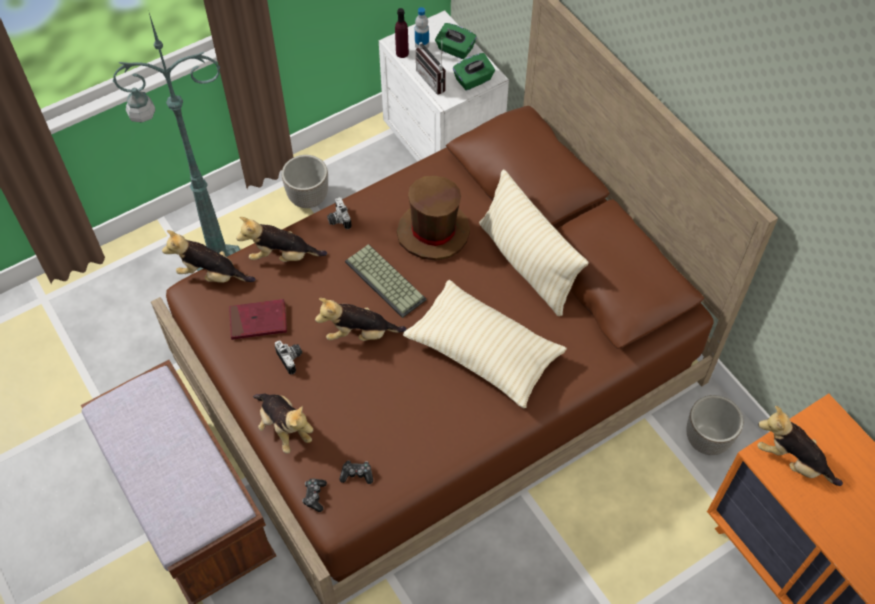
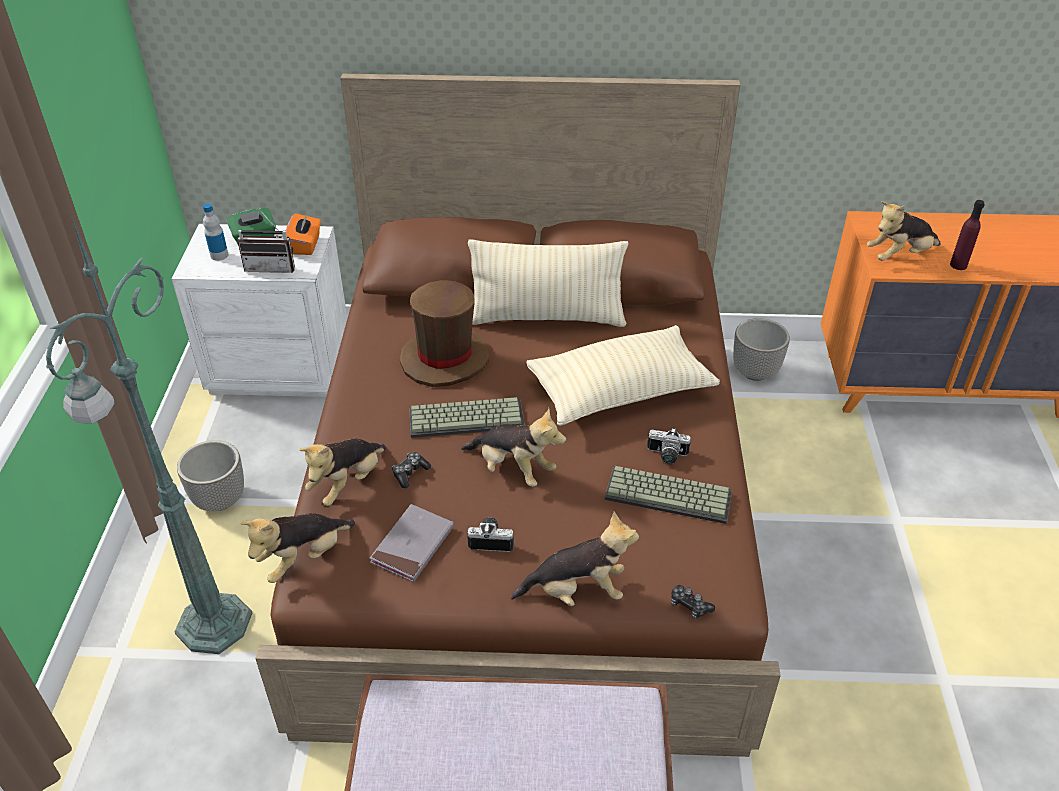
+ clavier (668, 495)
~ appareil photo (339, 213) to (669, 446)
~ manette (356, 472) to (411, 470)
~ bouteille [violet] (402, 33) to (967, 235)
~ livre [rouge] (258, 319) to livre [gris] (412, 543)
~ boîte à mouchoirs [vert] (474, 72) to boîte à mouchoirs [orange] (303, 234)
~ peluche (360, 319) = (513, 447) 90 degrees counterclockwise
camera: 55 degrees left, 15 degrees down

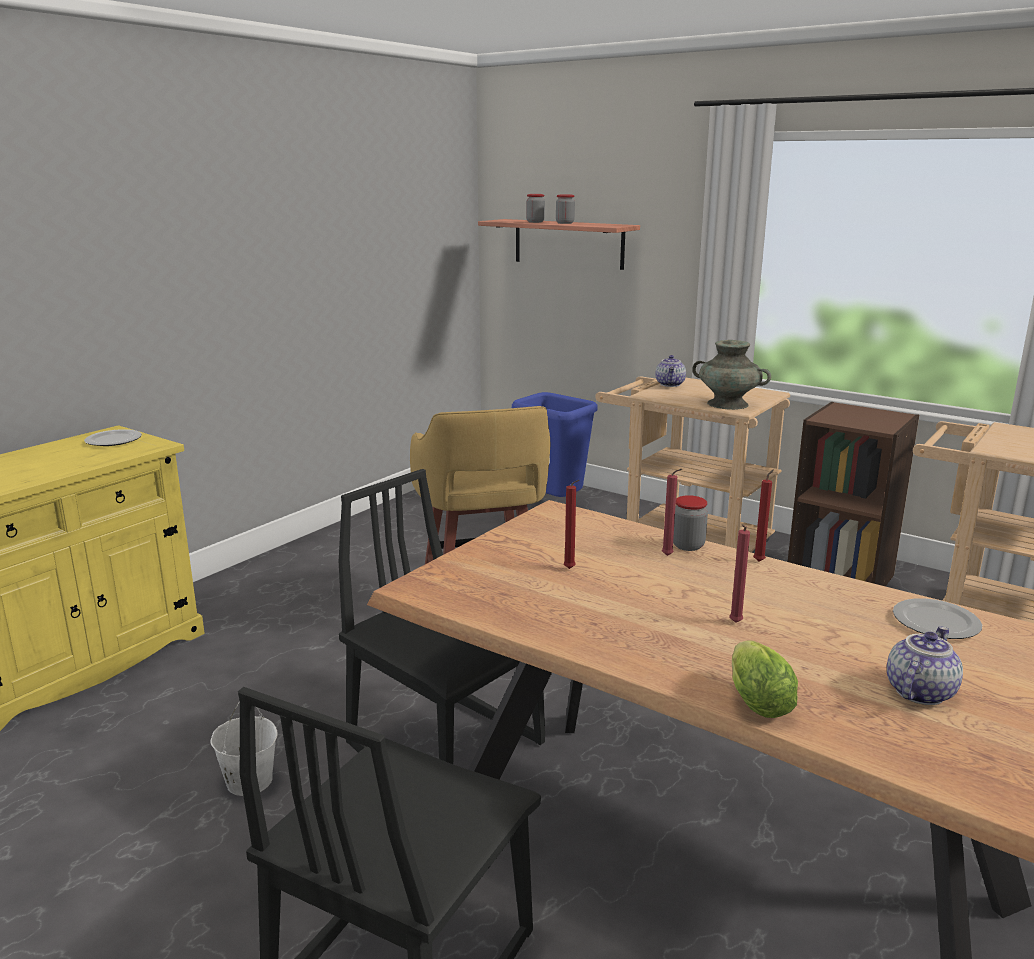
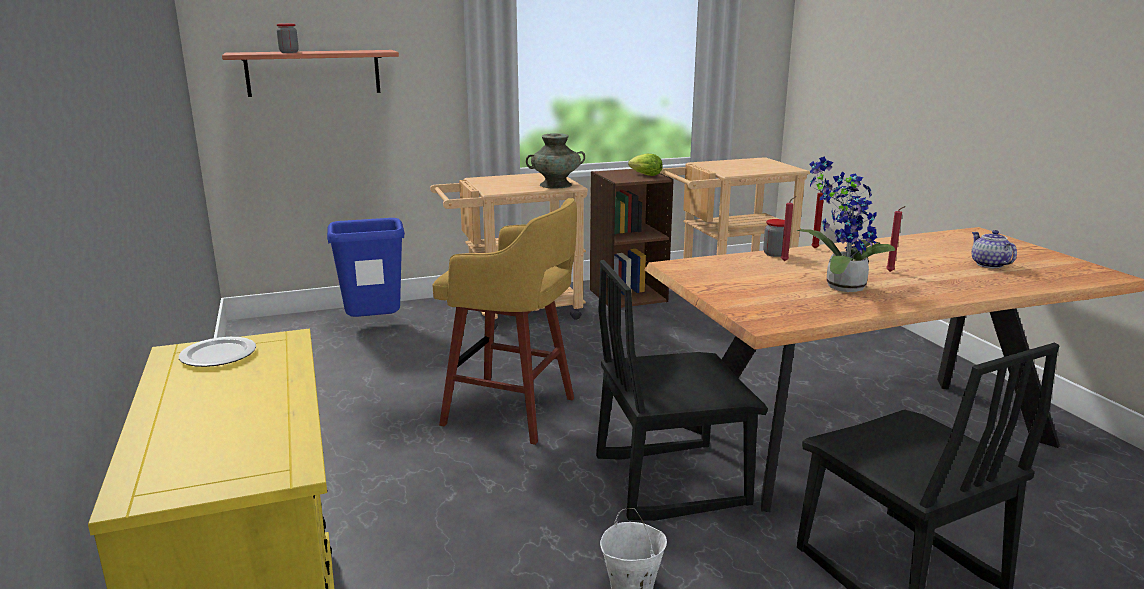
- bocal (565, 209)
- bougie [rouge] (571, 524)
- théière (670, 371)
- assiette (937, 618)
+ plante en pot (846, 224)
~ laitue (765, 679) to (645, 165)
camera: 55 degrees left, 0 degrees up

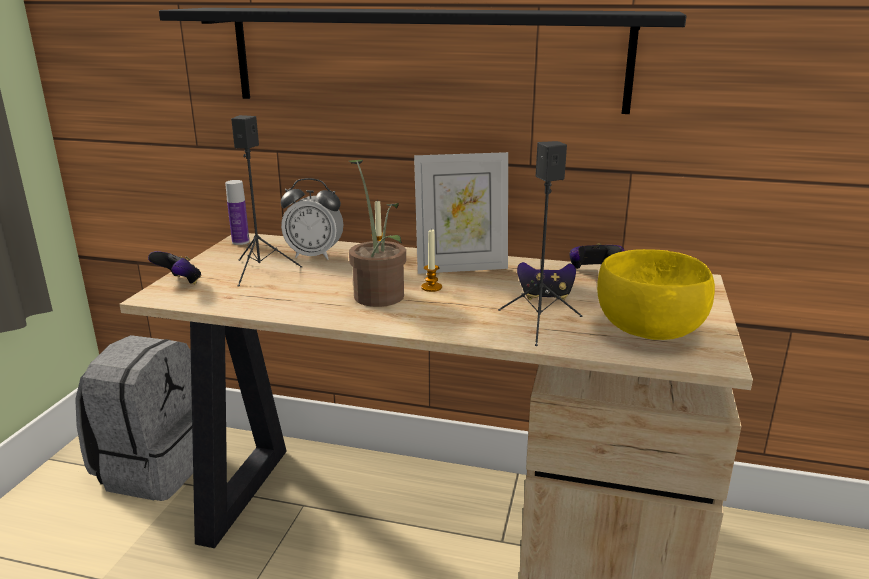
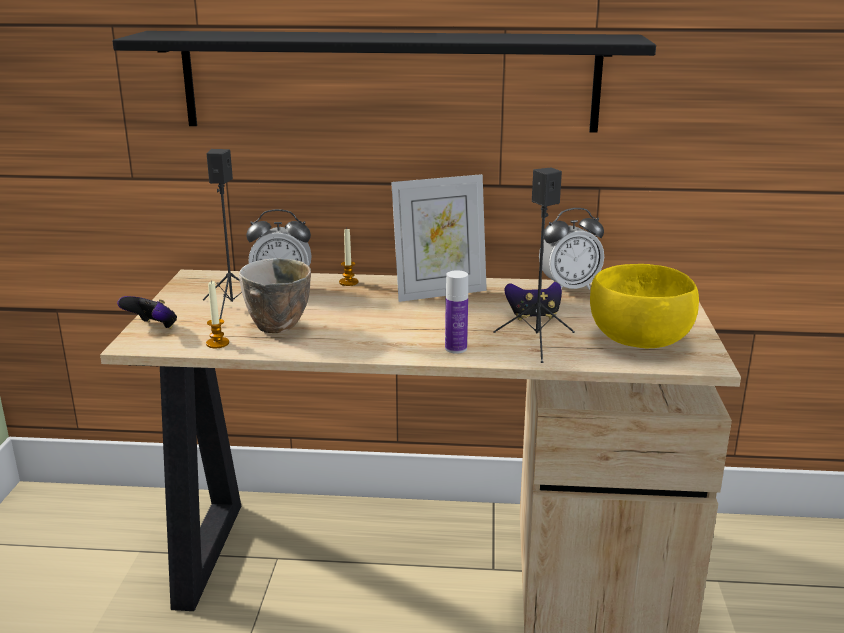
- sac à dos [gris] (134, 418)
- plante en pot (377, 233)
+ bol (275, 295)
~ bouteille (237, 212) to (456, 312)
~ bougie (431, 260) to (217, 314)
~ manette (597, 256) to réveil (571, 249)
camera: 10 degrees left, 0 degrees up

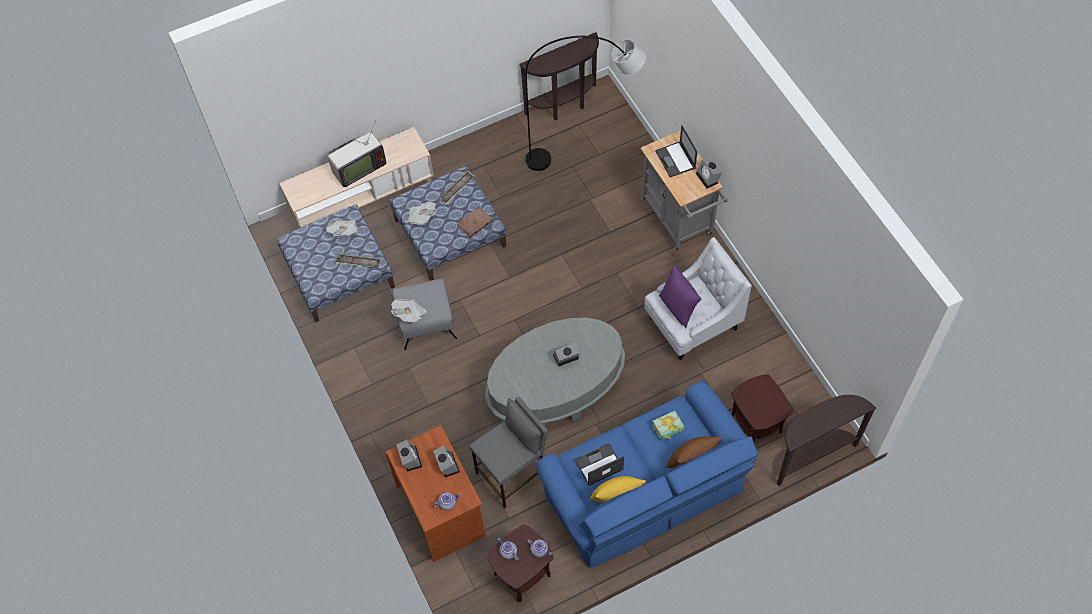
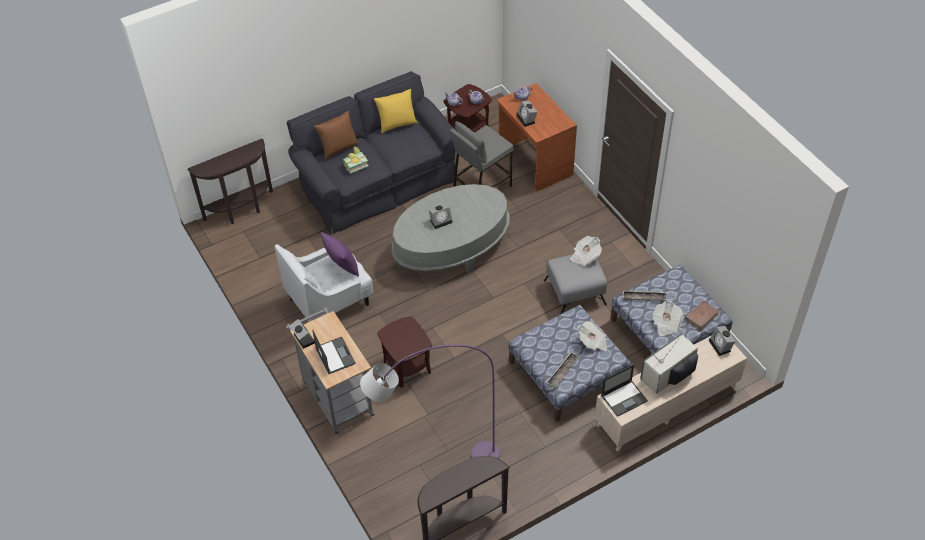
~ réveil (409, 456) to (722, 341)
~ livre [marron] (475, 222) to (702, 315)
~ ordinateur portable (599, 464) to (624, 390)
~ table d'appoint [marron] (762, 408) to (404, 352)
~ lampadaire [gris] (585, 103) to lampadaire [violet] (429, 401)
~ canapé [bleu] (647, 474) to canapé [noir] (372, 152)
camera: 175 degrees right, 10 degrees down

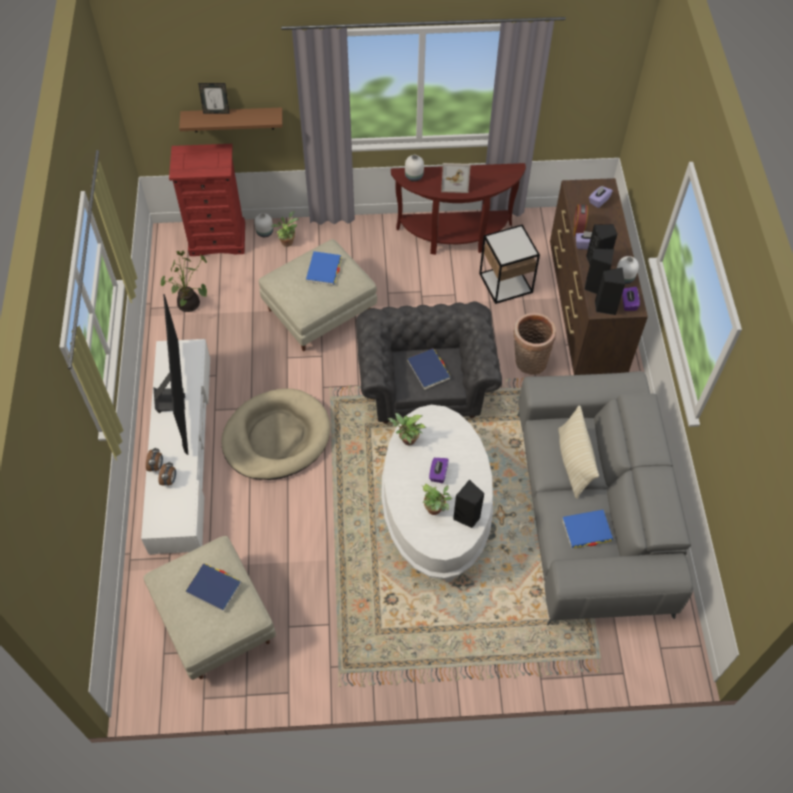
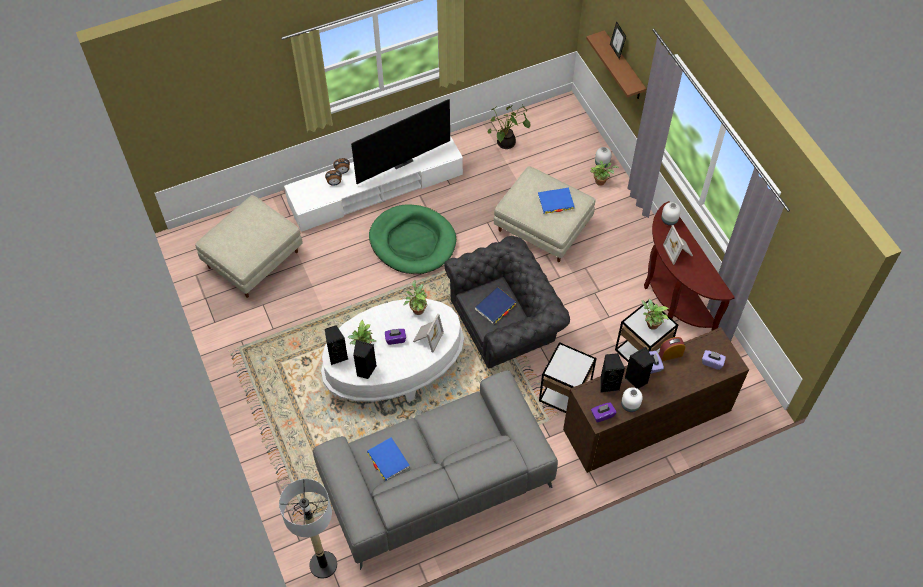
- commode [rouge] (207, 200)
- livre [bleu] (213, 588)
- coussin [beige] (578, 452)
+ lampadaire (308, 529)
+ cadre photo (428, 333)
+ plante en pot (655, 314)
~ enceinte [noir] (610, 291) to (336, 345)
~ panier (535, 344) to table d'appoint (568, 377)
~ panier pour chien [beige] (276, 434) to panier pour chien [vert] (412, 239)
camera: 70 degrees right, 0 degrees up

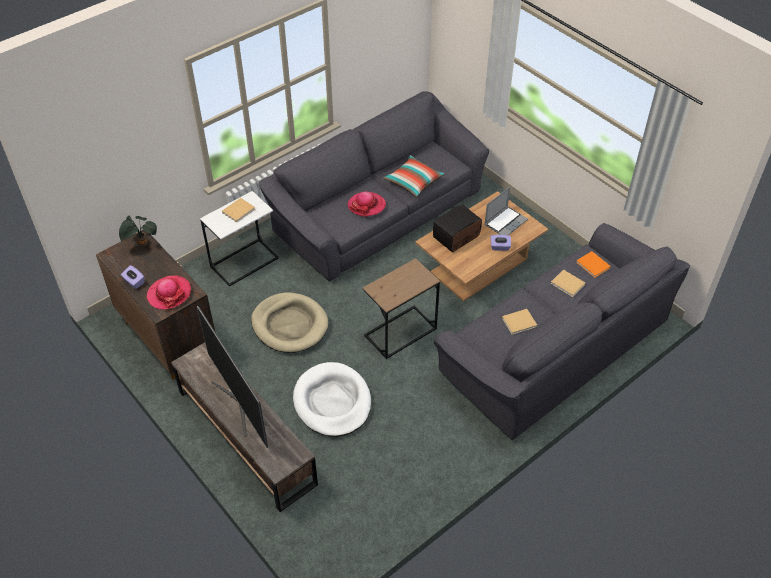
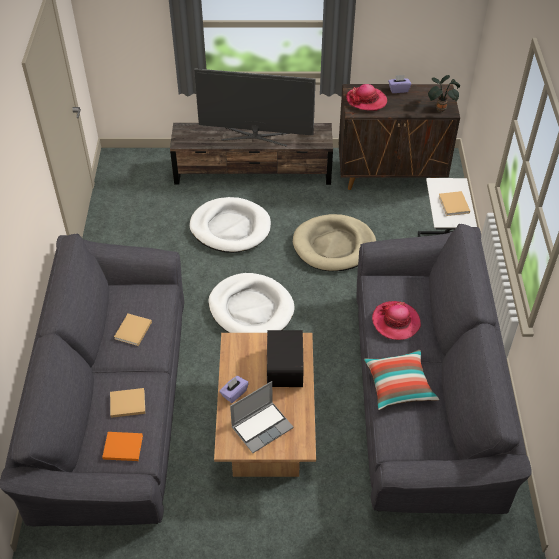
~ table d'appoint [marron] (401, 308) to panier pour chien [blanc] (251, 303)
~ ordinateur portable (506, 211) = (262, 417) 120 degrees counterclockwise
camera: 130 degrees right, 0 degrees up

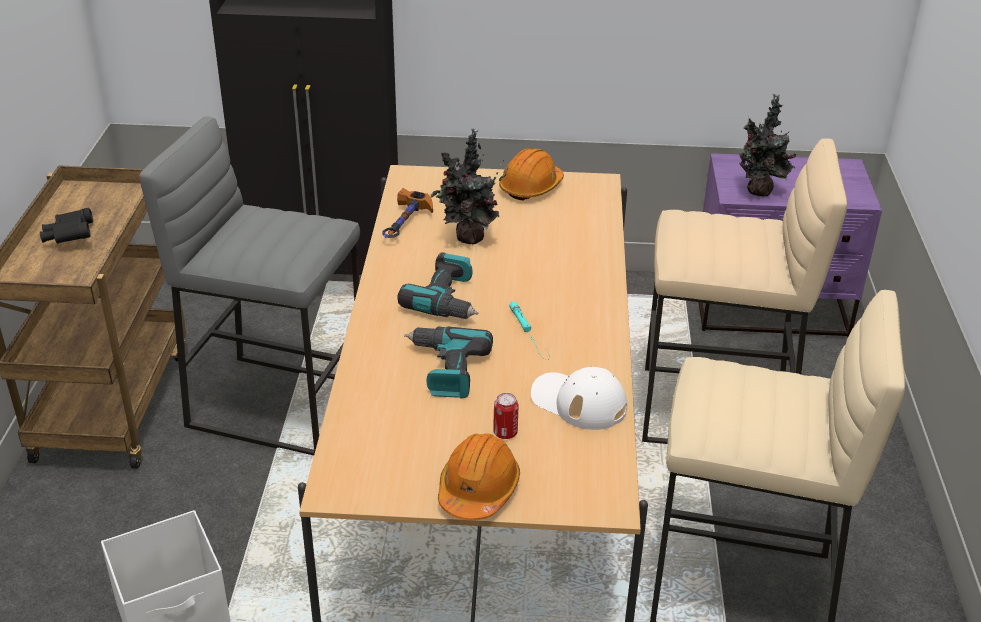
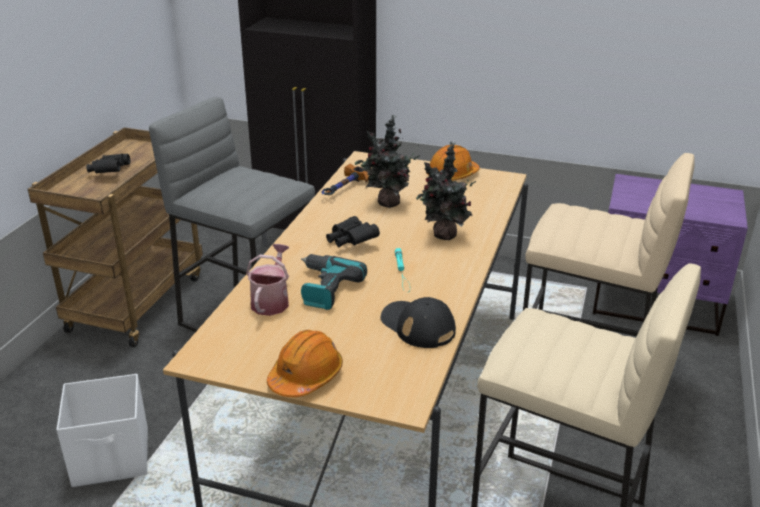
- boîte métallique (505, 416)
+ arrosoir (267, 280)
~ plante en pot (767, 145) to (446, 190)
~ perceuse (438, 285) to jumelles [noir] (353, 232)
~ casquette [blanc] (579, 398) to casquette [noir] (418, 322)
camera: 15 degrees right, 5 degrees down

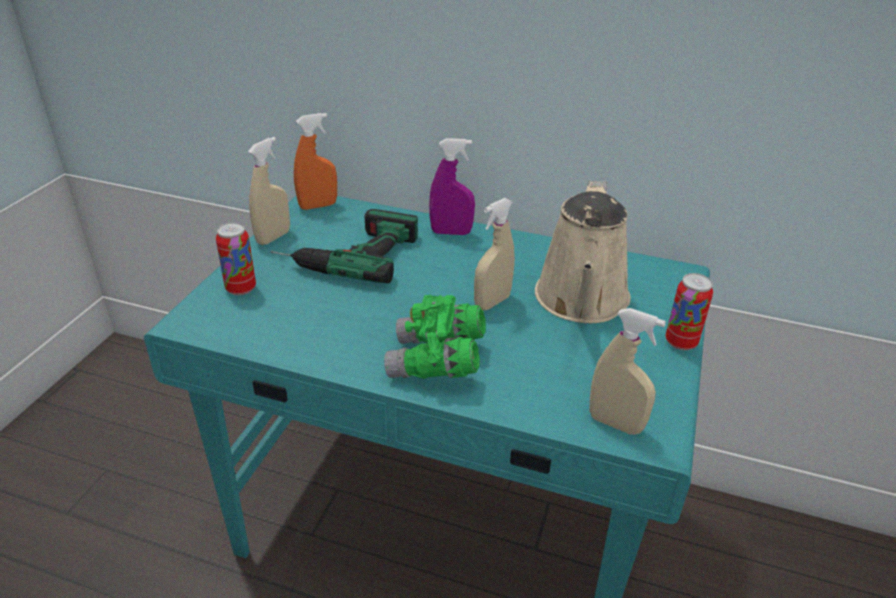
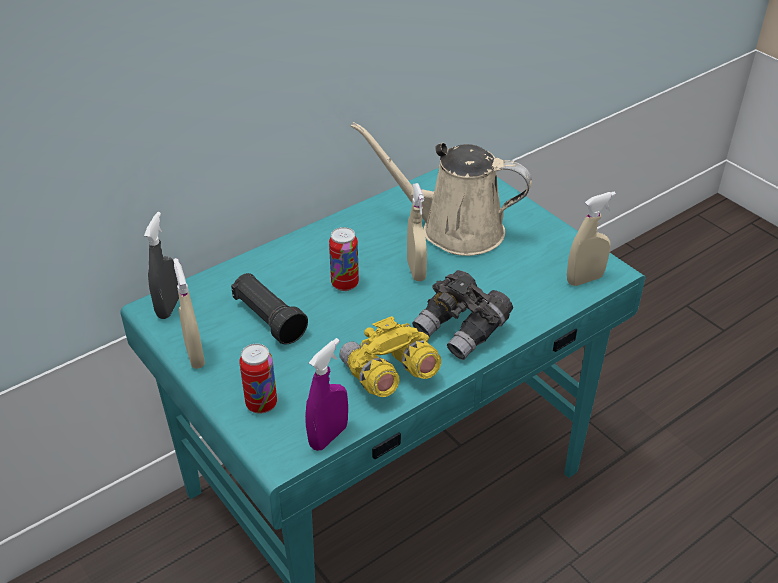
+ jumelles [jaune] (390, 356)
~ vaporisateur [violet] (452, 186) to (326, 394)
~ boîte métallique (689, 311) to (344, 259)
~ perceuse (344, 246) to lampe de poche [noir] (269, 309)
~ vaporisateur [orange] (315, 161) to vaporisateur [gris] (161, 265)
~ jumelles [vert] (435, 337) to jumelles [gris] (462, 315)
~ arrosoir [beige] (583, 251) = (441, 189) 150 degrees clockwise
camera: 55 degrees left, 5 degrees up

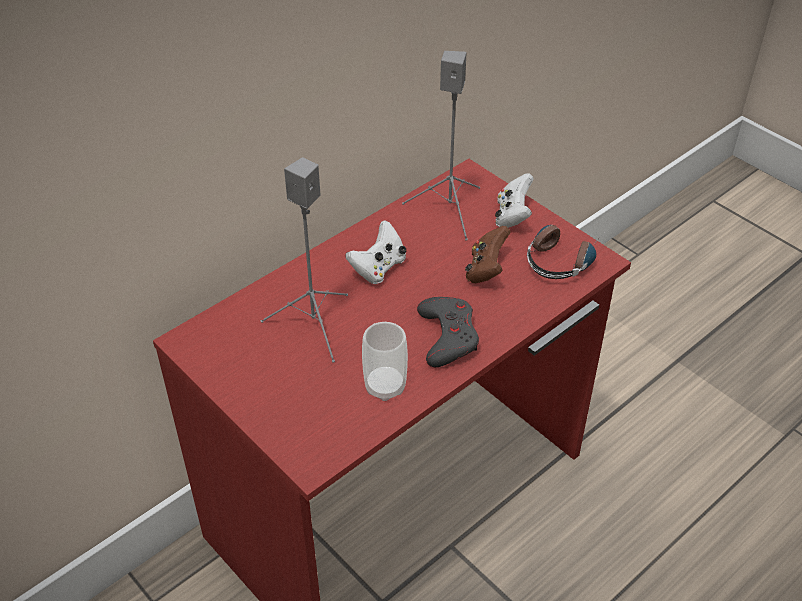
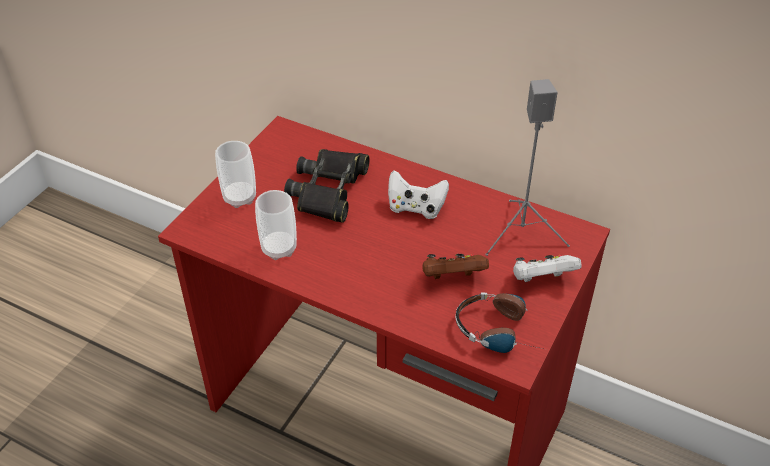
- manette [gris] (448, 332)
+ tasse (235, 174)
~ enceinte [gris] (304, 260) to jumelles [noir] (327, 186)
camera: 70 degrees right, 0 degrees up

